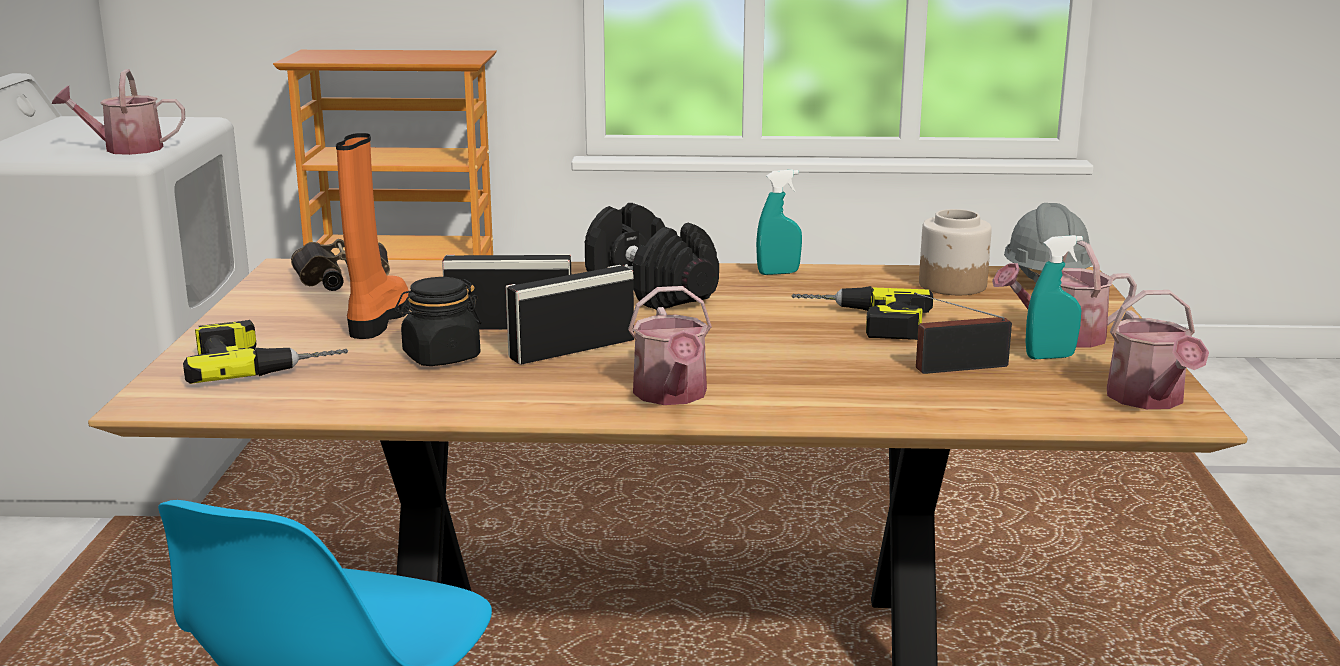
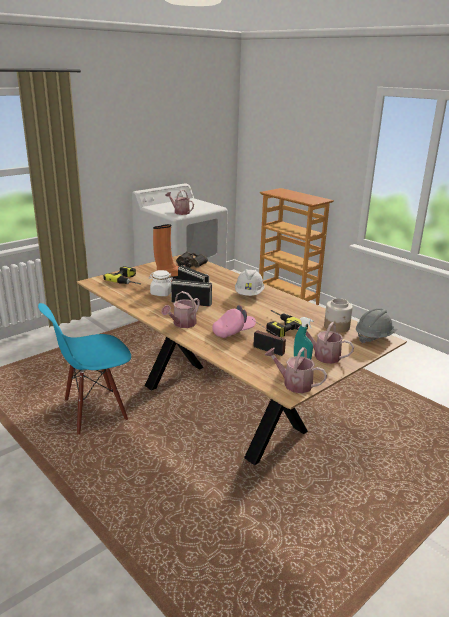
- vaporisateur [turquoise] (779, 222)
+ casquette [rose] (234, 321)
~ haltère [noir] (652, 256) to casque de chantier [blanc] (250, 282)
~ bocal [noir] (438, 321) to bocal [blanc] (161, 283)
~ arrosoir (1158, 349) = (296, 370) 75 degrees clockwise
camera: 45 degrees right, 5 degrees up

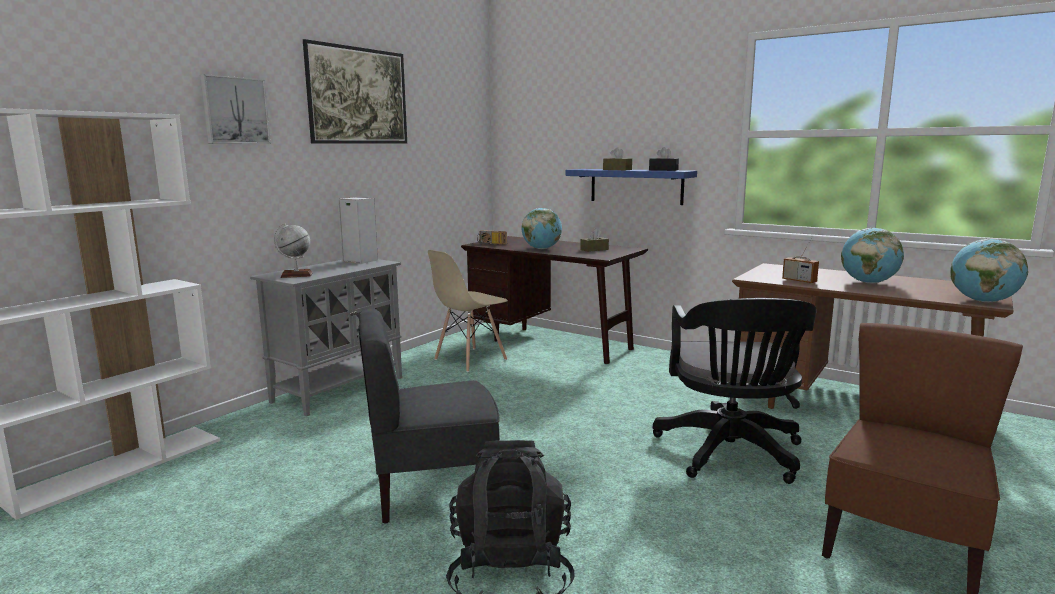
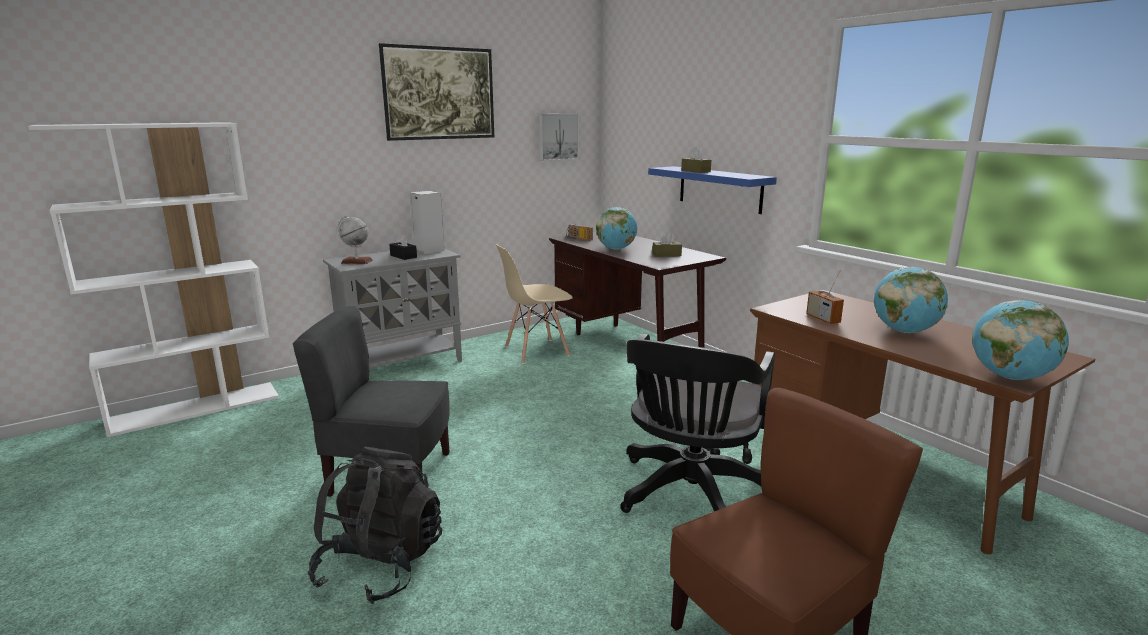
~ tableau (235, 109) to (558, 137)
~ boîte à mouchoirs [noir] (664, 159) to (403, 246)
camera: 20 degrees right, 5 degrees up

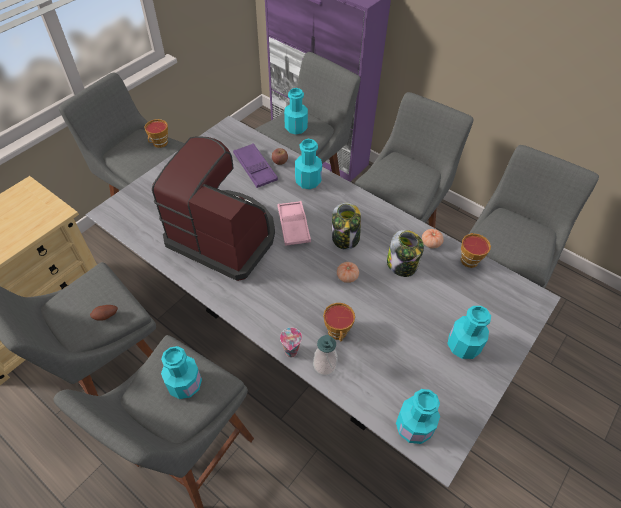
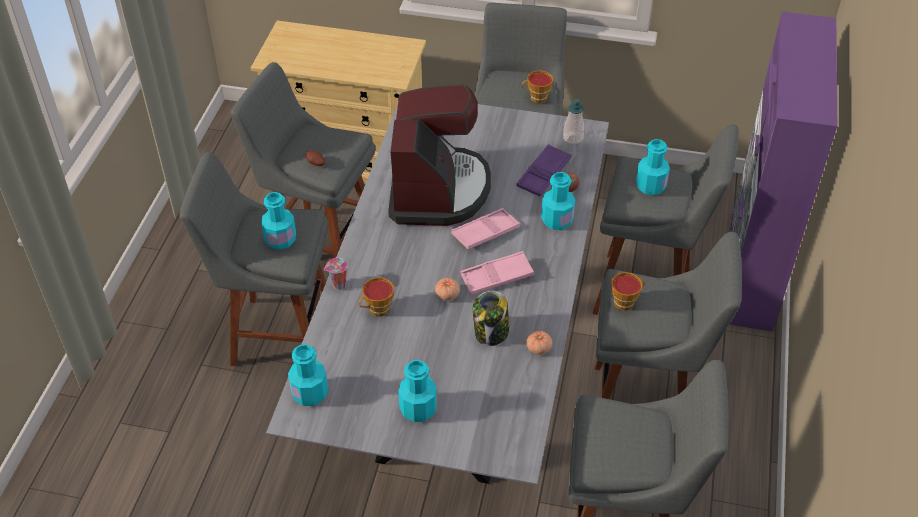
~ distributeur de savon (325, 355) to (573, 121)
~ tasse (476, 250) to (628, 291)
~ bocal (346, 226) to plateau [rose] (497, 273)
camera: 65 degrees right, 5 degrees down

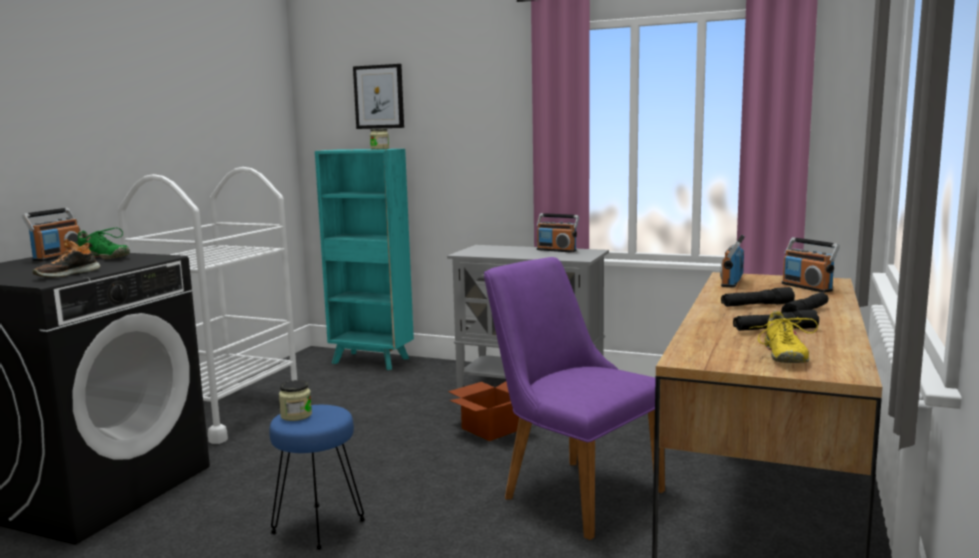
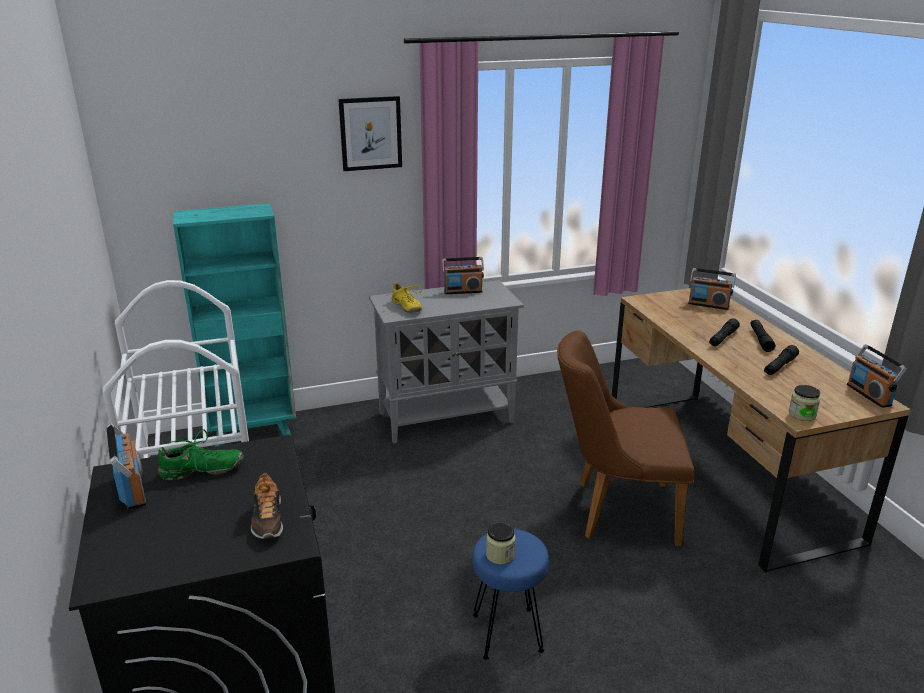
- carton (483, 411)
~ tableau (378, 96) to (370, 133)
~ bocal (379, 139) to (804, 403)
~ radio (732, 261) to (877, 376)
~ chaussure [jaune] (783, 337) to (404, 297)
~ chaise [violet] (574, 398) to chaise [marron] (626, 438)
camera: 40 degrees left, 15 degrees up

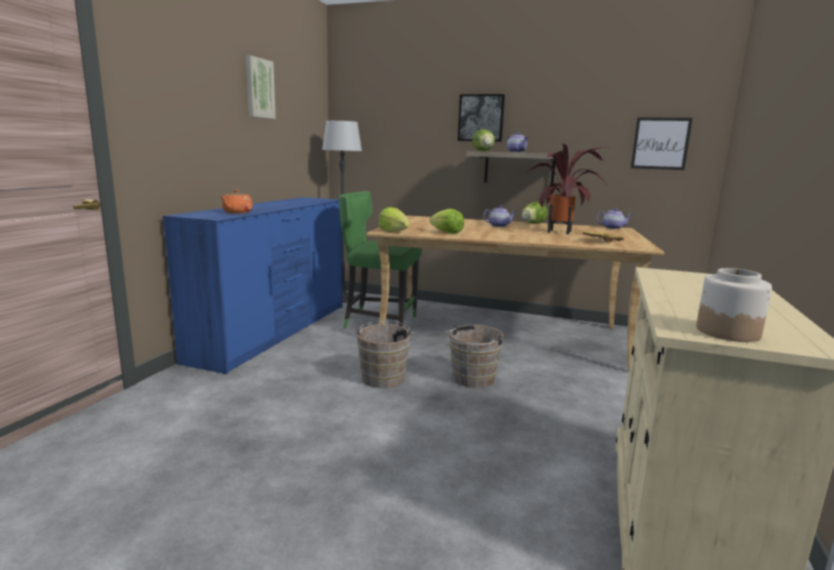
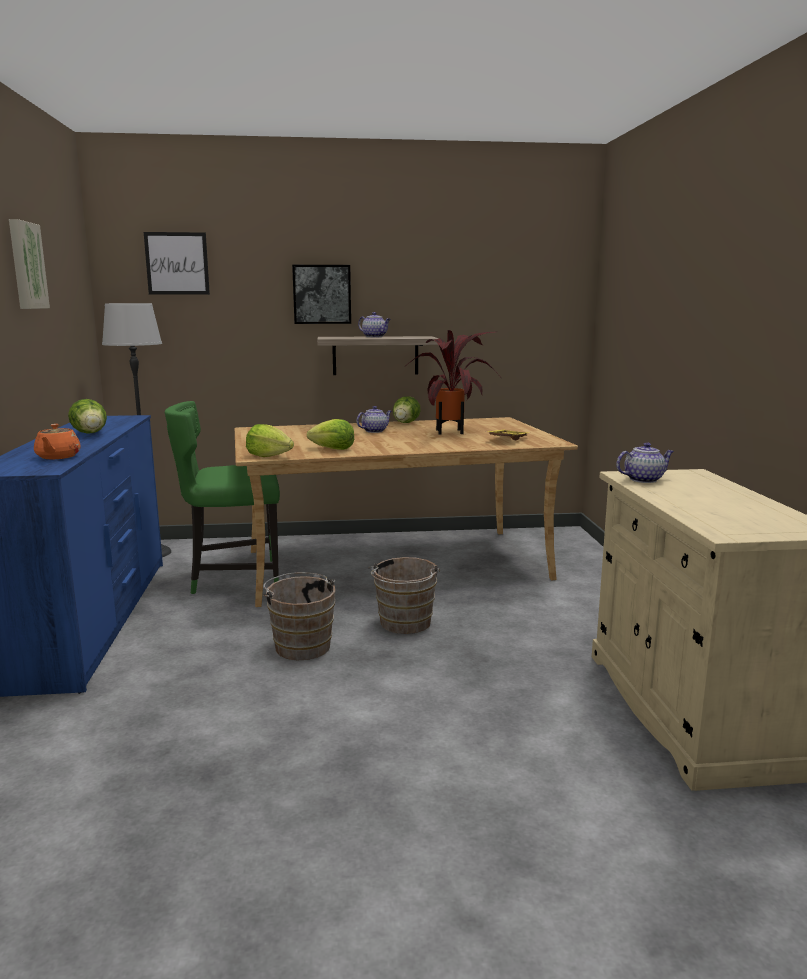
- bocal (734, 305)
~ laitue (483, 140) to (87, 416)
~ théière (614, 218) to (645, 462)
~ tableau (662, 143) to (177, 263)
camera: 25 degrees left, 0 degrees up

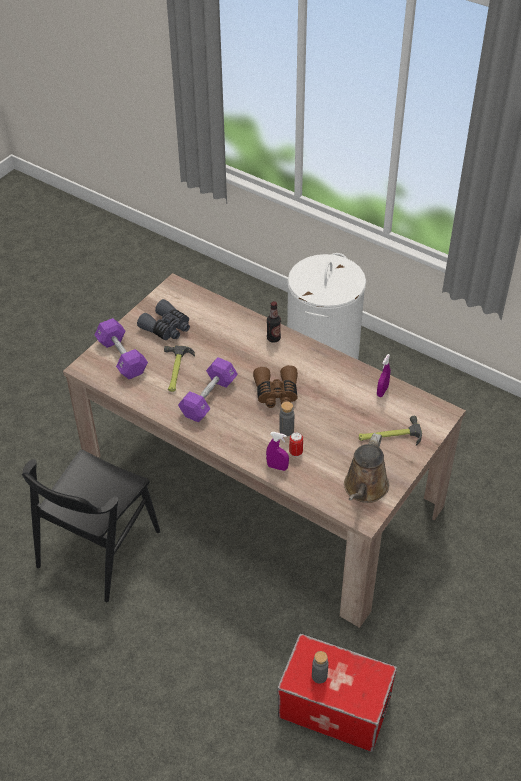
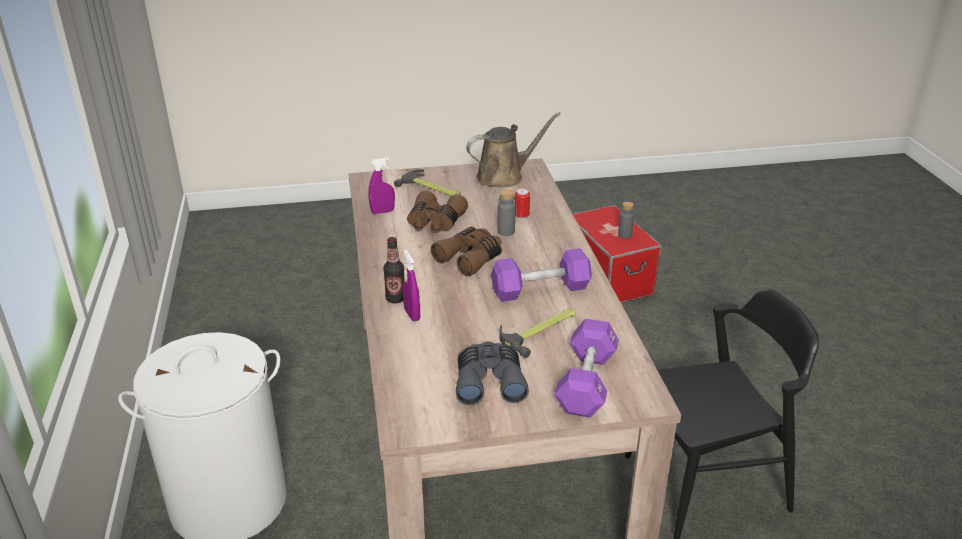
+ jumelles [marron] (437, 212)
~ vaporisateur [violet] (277, 451) to (411, 286)
camera: 135 degrees left, 15 degrees down

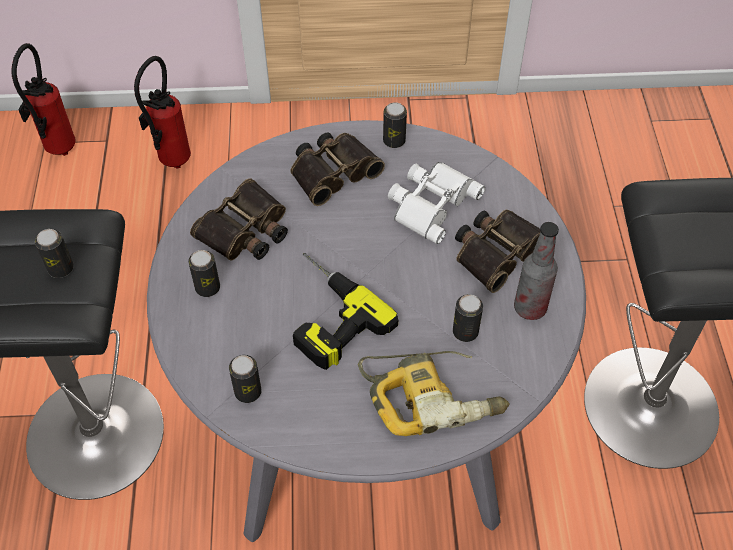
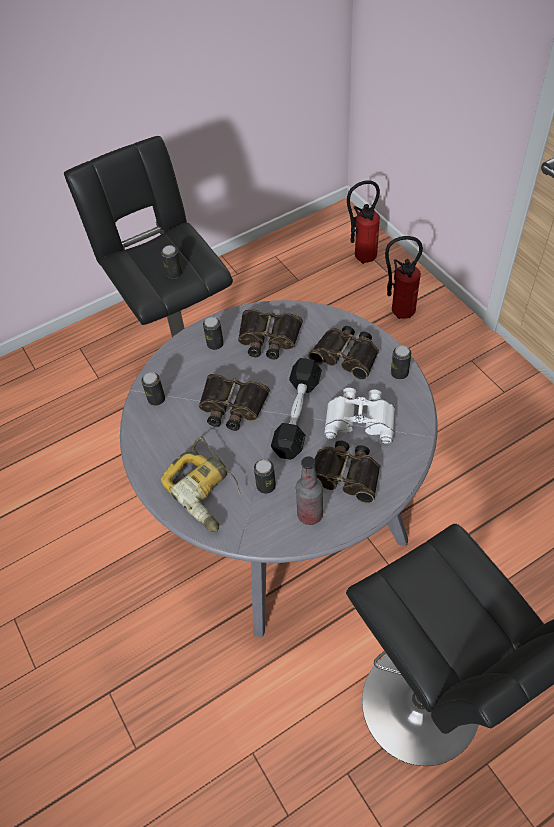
+ haltère [noir] (296, 409)
~ perceuse (345, 311) to jumelles (234, 402)
camera: 65 degrees right, 0 degrees up

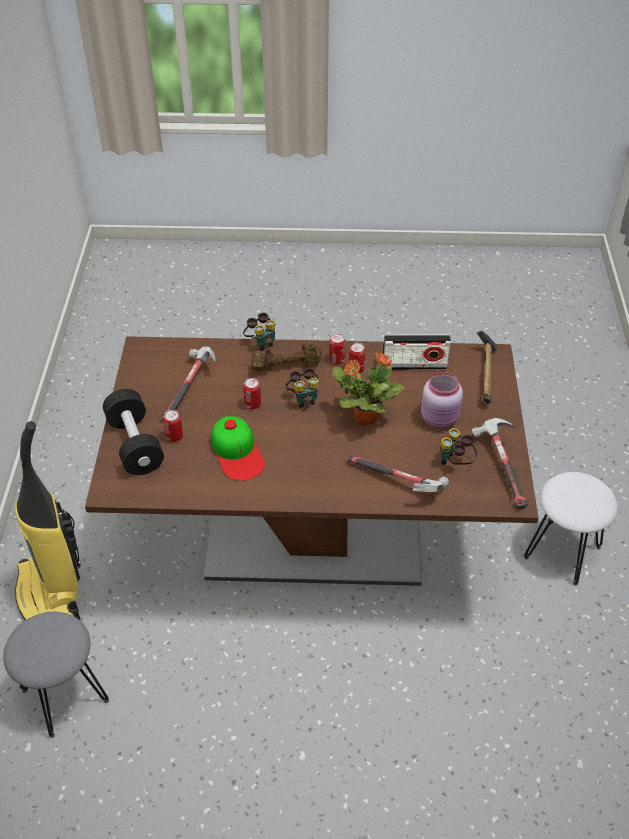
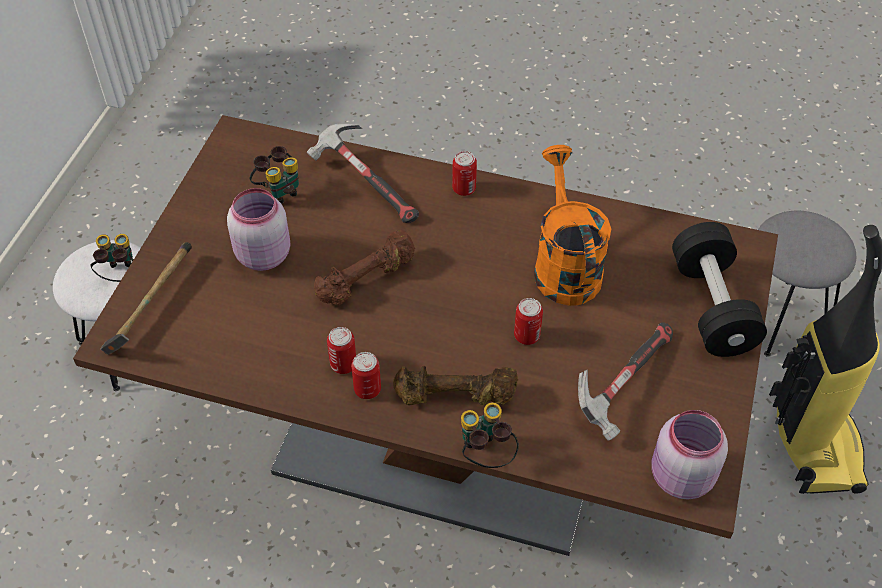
- radio (417, 352)
- marteau (500, 463)
+ bocal [rose] (689, 455)
~ boîte métallique (173, 426) to (464, 173)
~ jumelles (302, 388) to (112, 258)
~ casquette (238, 448) to arrosoir [orange] (572, 225)
~ plante en pot (368, 389) to haltère [marron] (364, 267)
camera: 165 degrees left, 5 degrees up

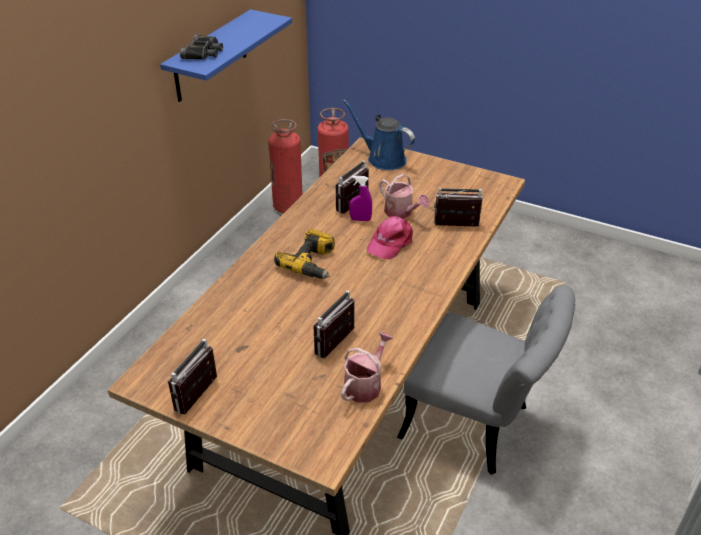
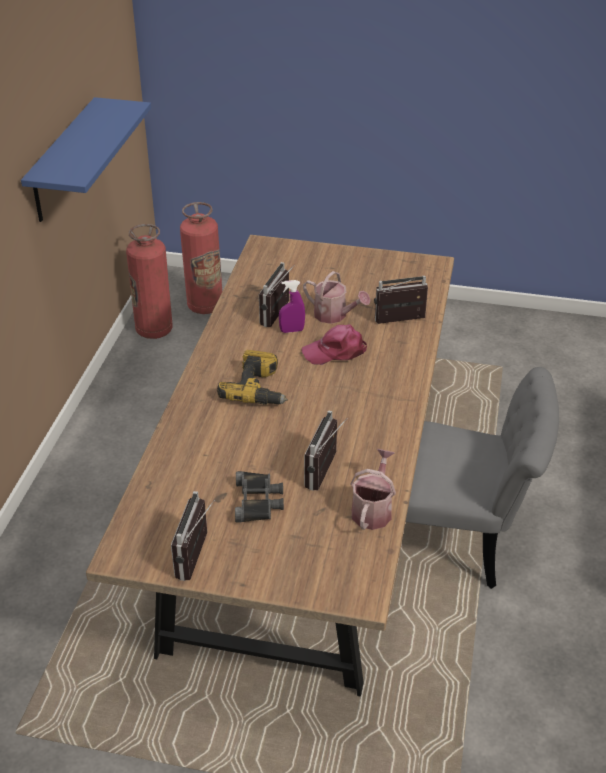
- arrosoir [bleu] (379, 134)
~ jumelles [noir] (201, 47) to (259, 497)
~ casquette [rose] (390, 238) = (334, 345) 60 degrees clockwise
camera: 15 degrees left, 0 degrees up

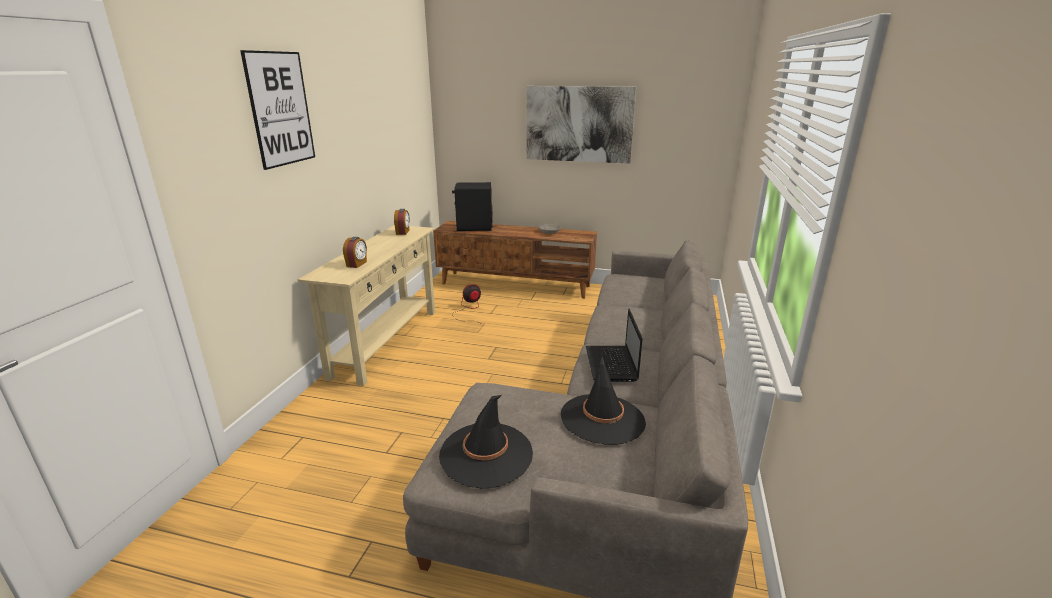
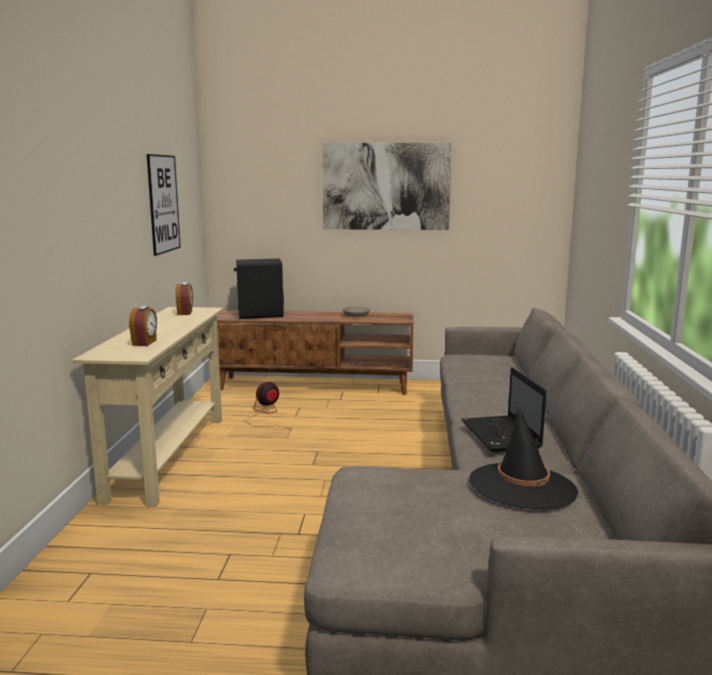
- chapeau [noir] (486, 441)
~ tableau (277, 110) to (164, 205)
camera: 10 degrees left, 10 degrees down

